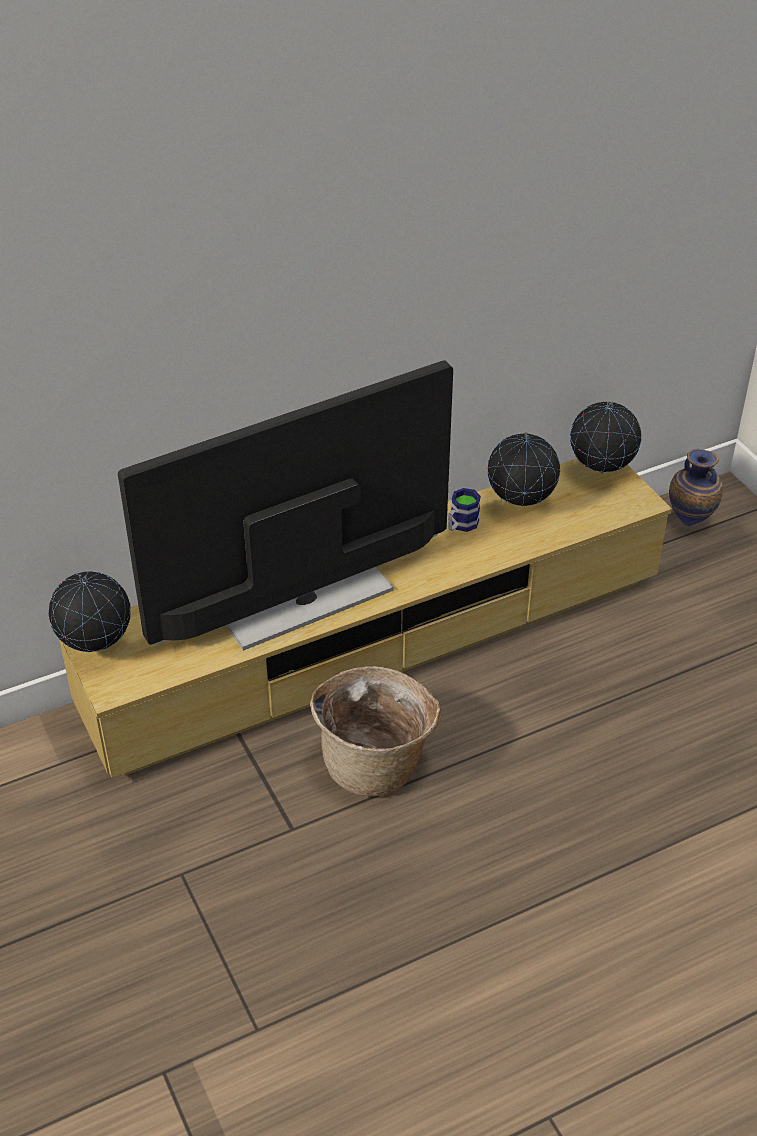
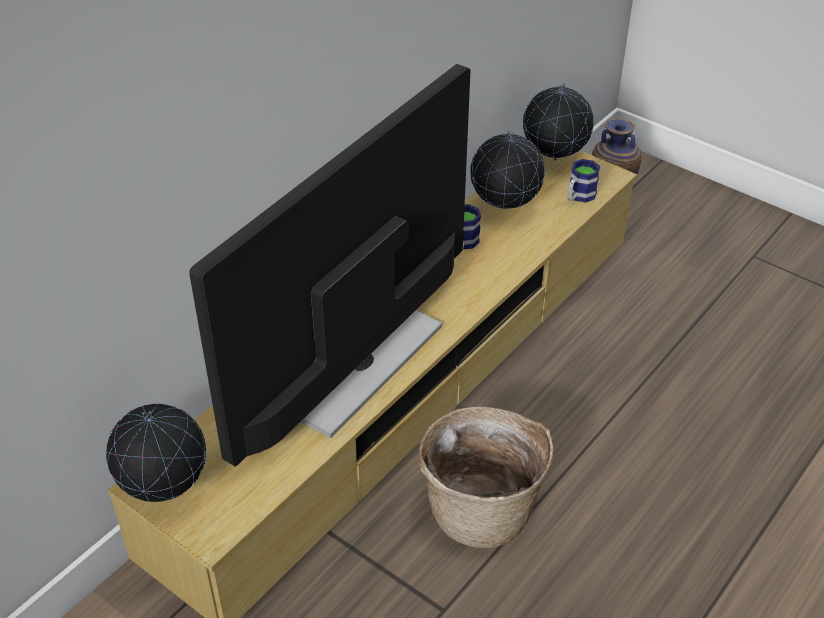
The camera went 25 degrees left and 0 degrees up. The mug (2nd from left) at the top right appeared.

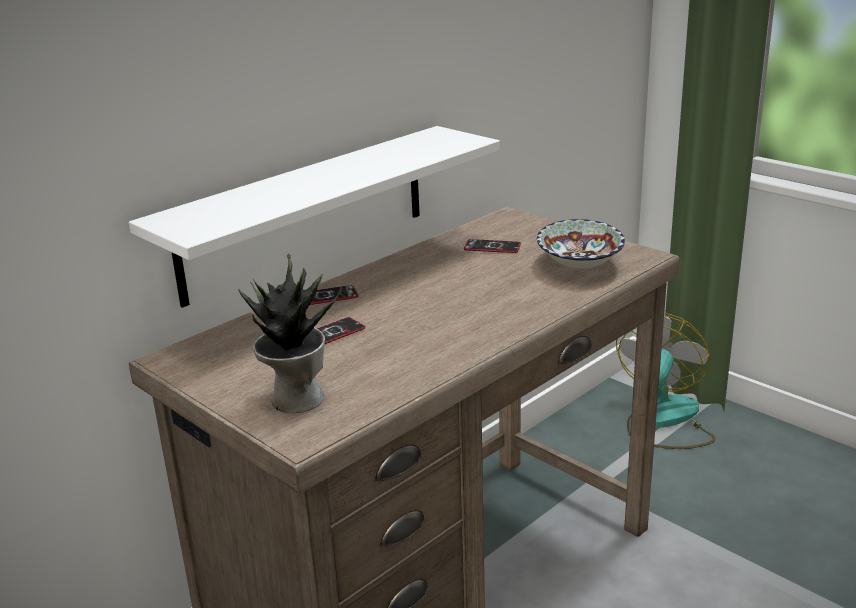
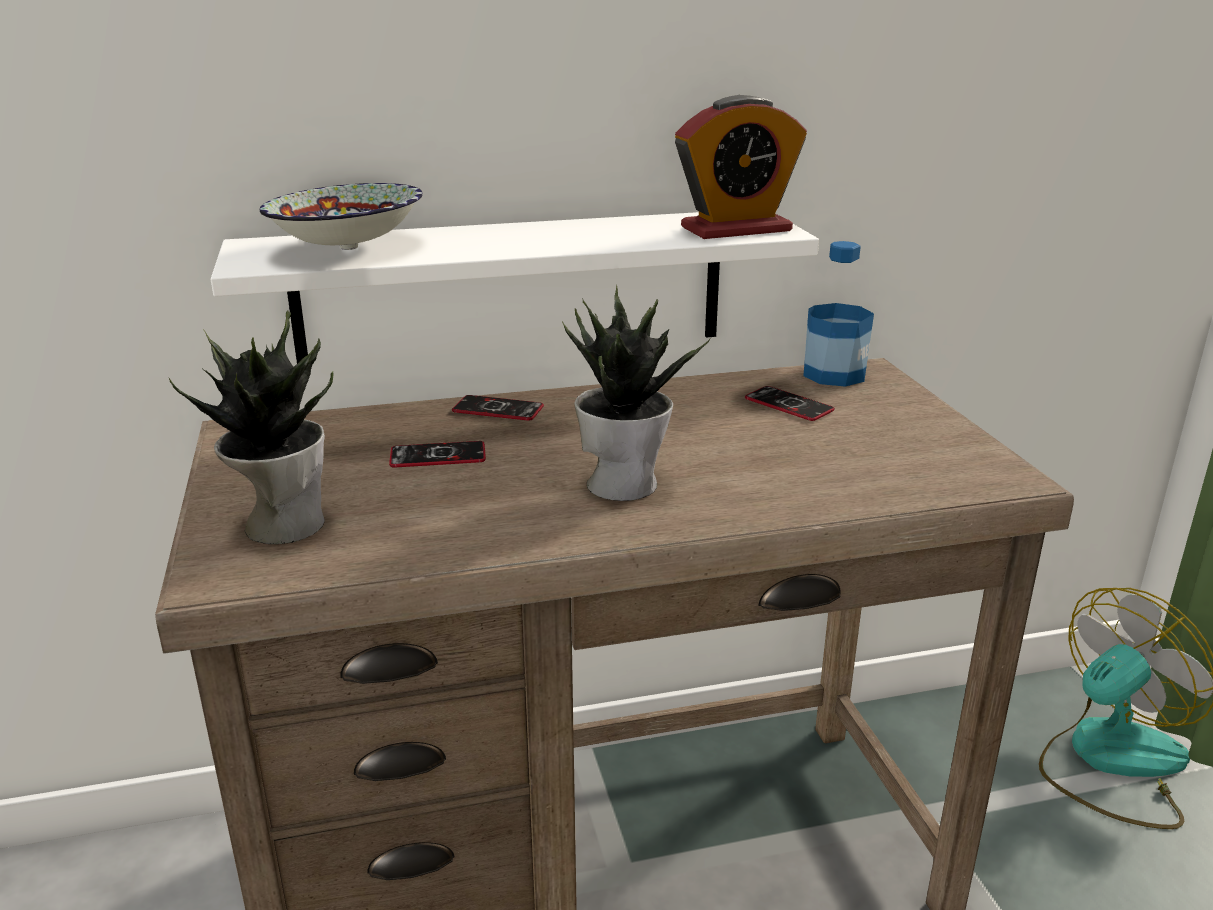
The camera went 30 degrees right and 0 degrees up. The serving bowl moved from the middle right to the top left. The potted plant (2nd from left) at the centre appeared. The table clock at the top centre appeared. The beverage bottle at the middle right appeared.

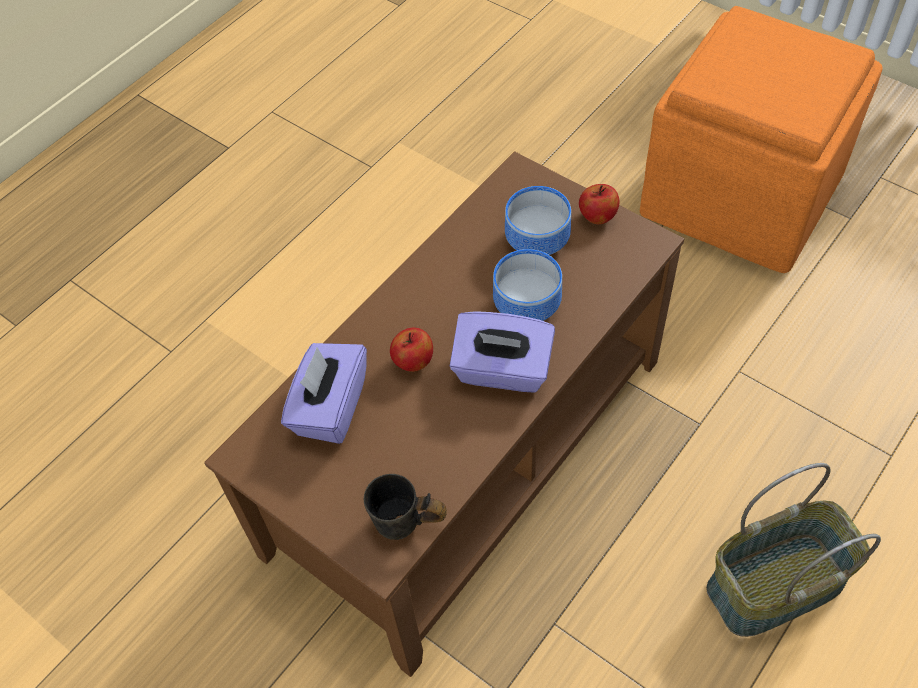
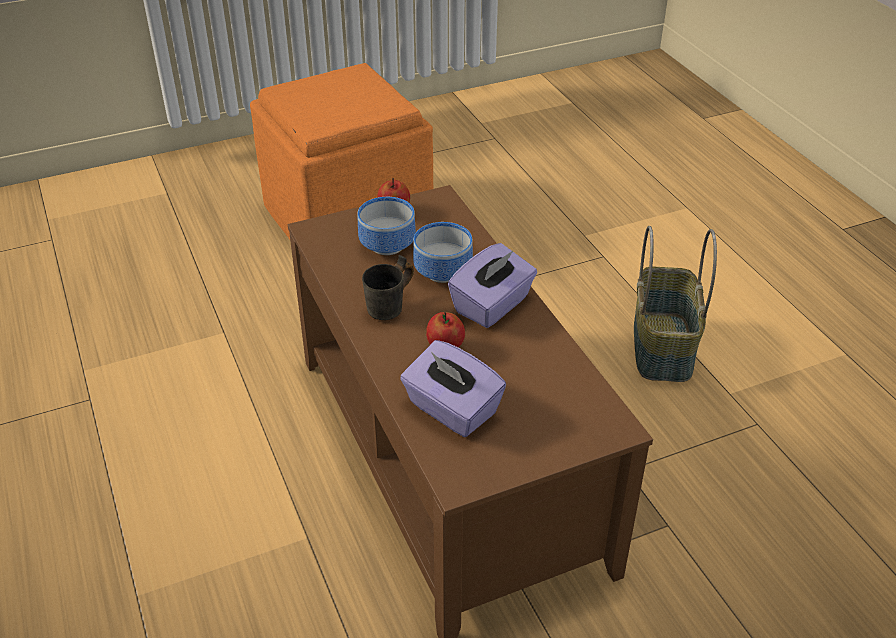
The camera went 65 degrees left and 15 degrees down. The greyish mug moved from the bottom centre to the centre.

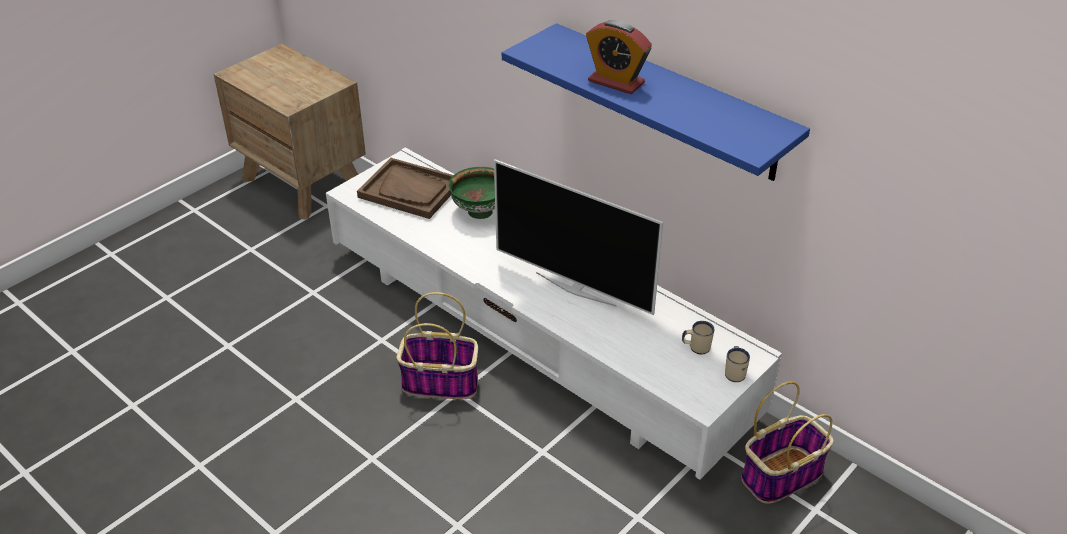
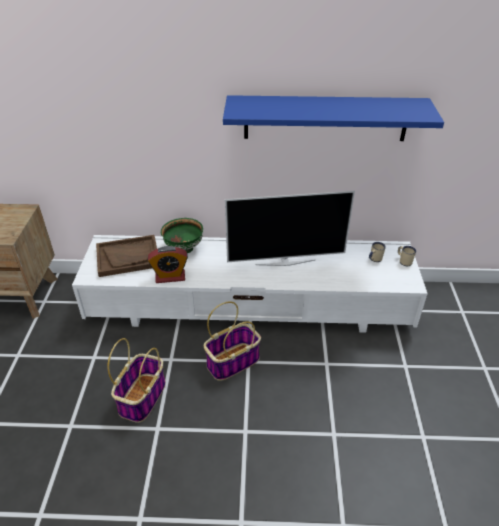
The camera went 40 degrees left and 0 degrees up. The basket (2nd from left in the first image) moved from the bottom right to the bottom left. The table clock moved from the top centre to the centre.

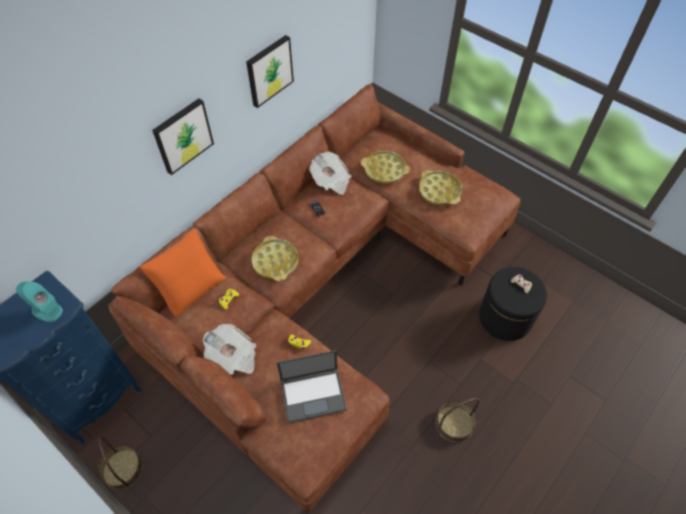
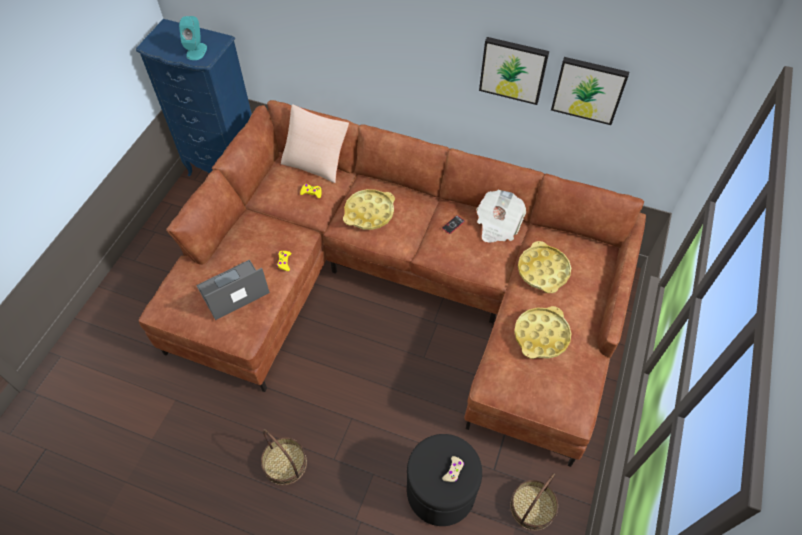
The camera went 70 degrees right and 0 degrees up. The notebook computer at the bottom centre turned 90 degrees clockwise. The orangey pillow at the middle left became the beige pillow at the top centre. The basket (1st from left in the first image) moved from the bottom left to the bottom centre. The wall picture (1st from left in the first image) moved from the top left to the top right. The newspaper (1st from left) at the bottom centre disappeared.

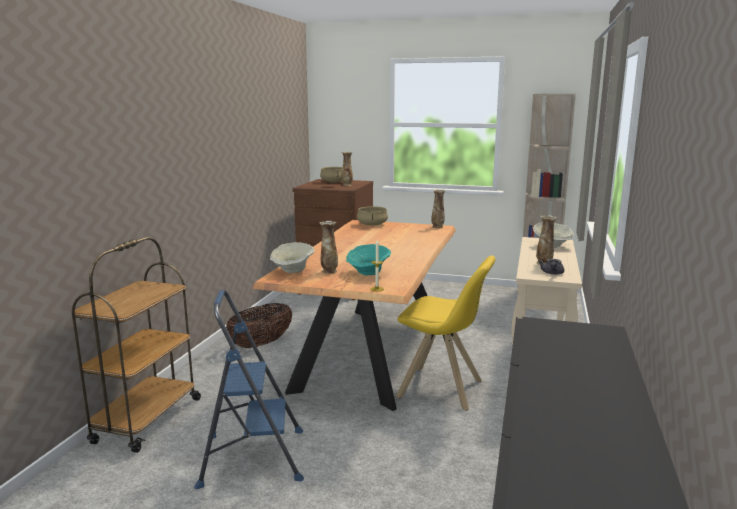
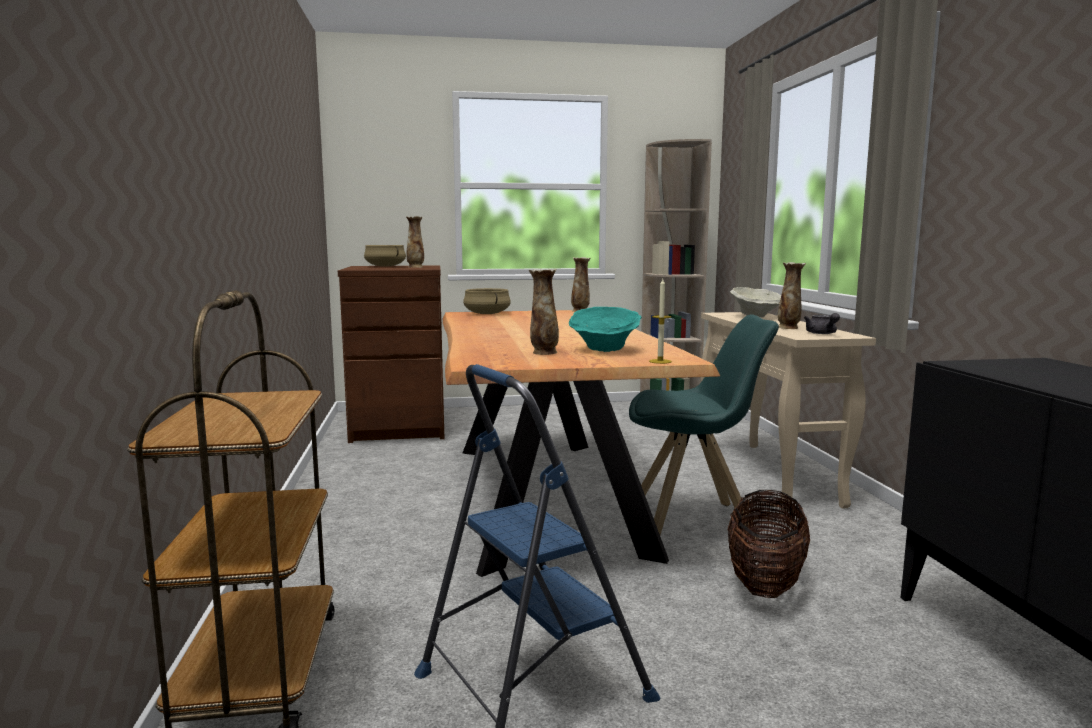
The camera went 25 degrees left and 5 degrees down. The yellow upright chair at the centre became the turquoise-coloured upright chair at the centre. The basket moved from the centre to the bottom right. The beige serving bowl (1st from left) at the centre disappeared.

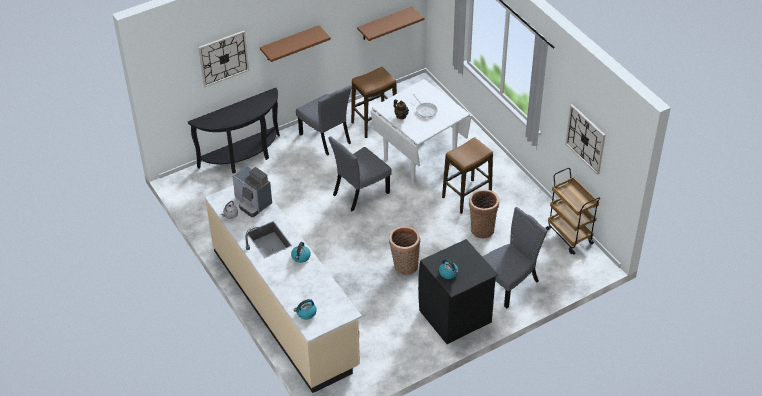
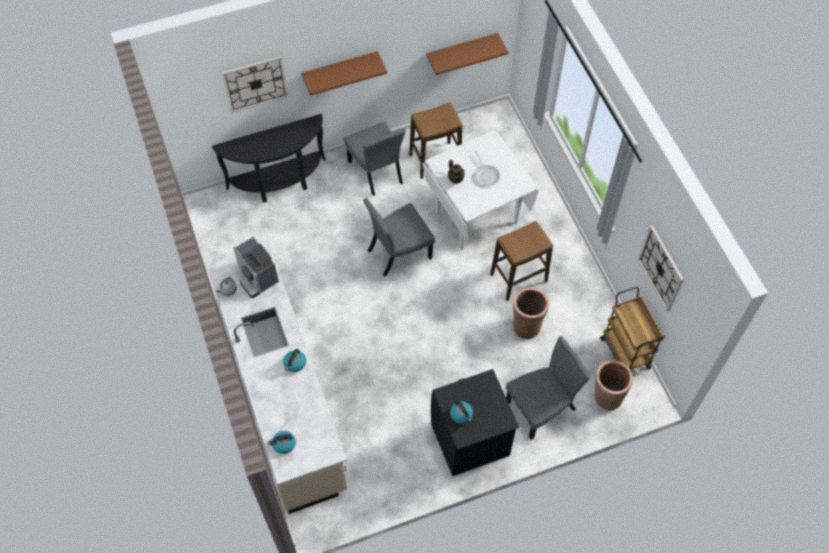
The camera went 10 degrees right and 15 degrees up. The basket (1st from left in the first image) moved from the centre to the bottom right.

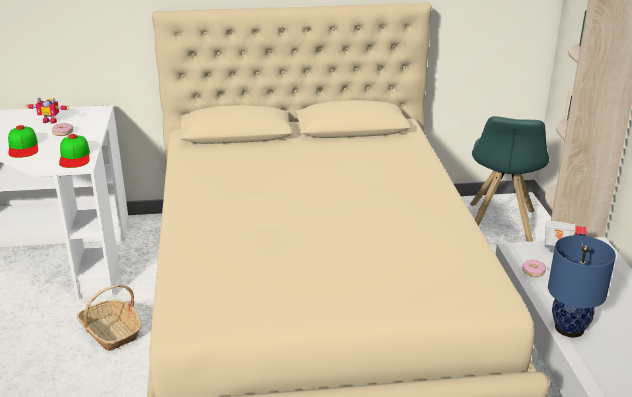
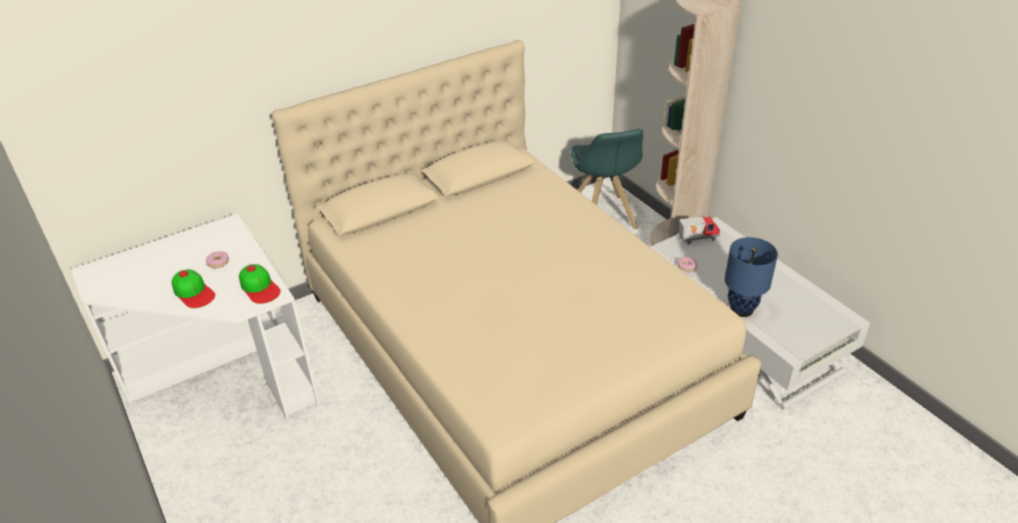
The camera went 25 degrees left and 10 degrees up. The robot figure at the top left disappeared. The basket at the bottom left disappeared.

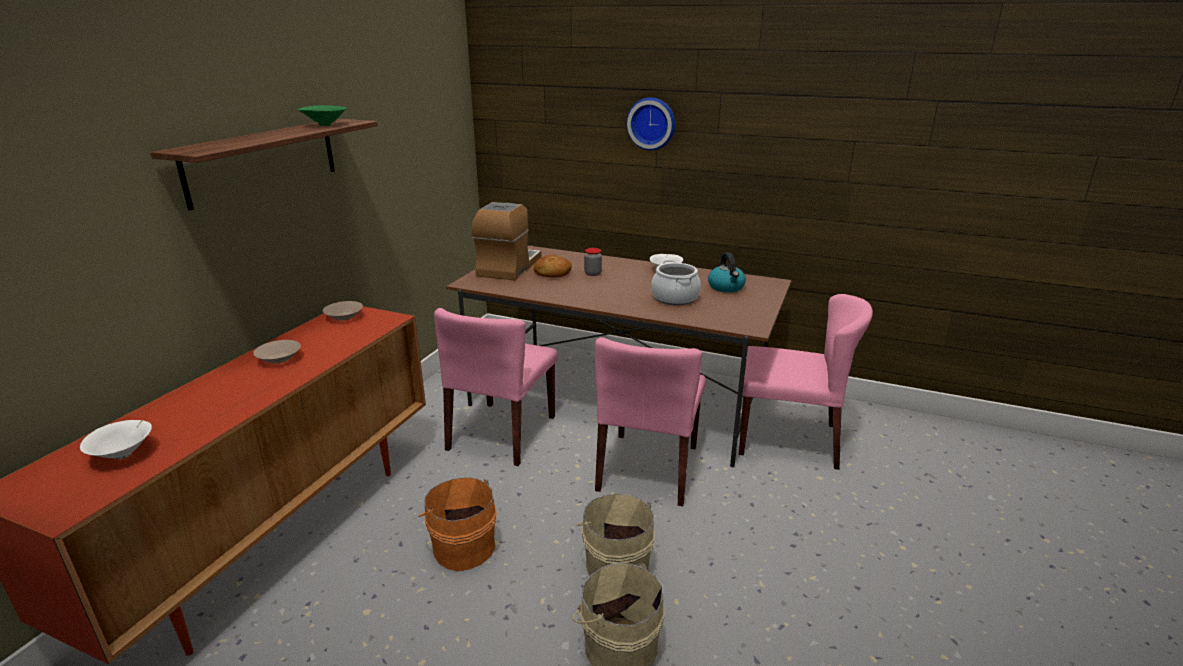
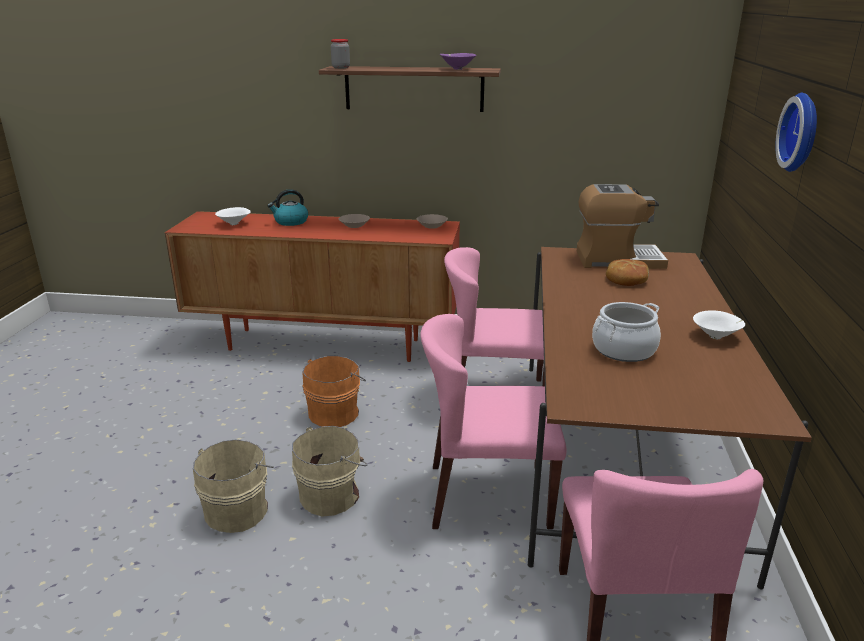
The camera went 75 degrees right and 0 degrees up. The water kettle moved from the centre to the top centre. The jar moved from the centre to the top centre. The greenish serving bowl at the top left became the purple-coloured serving bowl at the top centre.

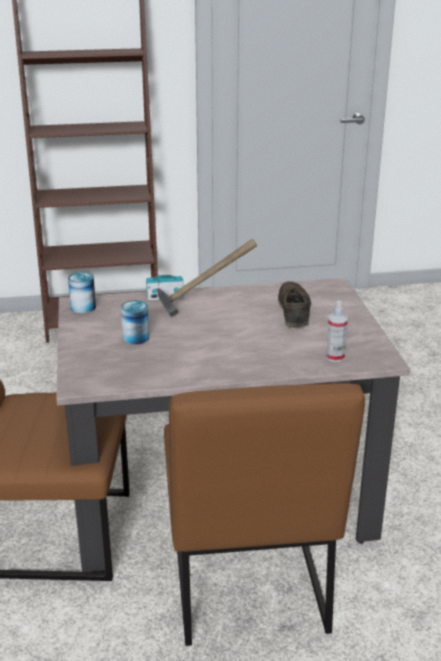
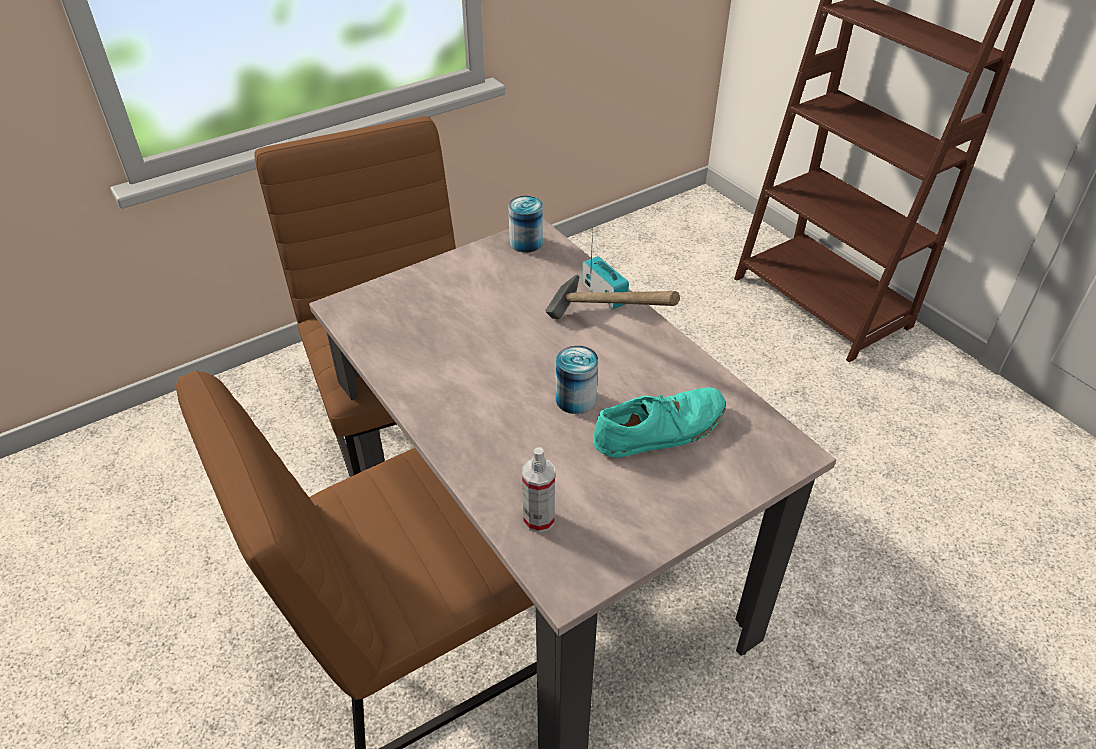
The camera went 65 degrees right and 15 degrees up. The can (2nd from left) moved from the middle left to the centre. The brownish low shoe at the middle right became the turquoise-coloured low shoe at the centre.

